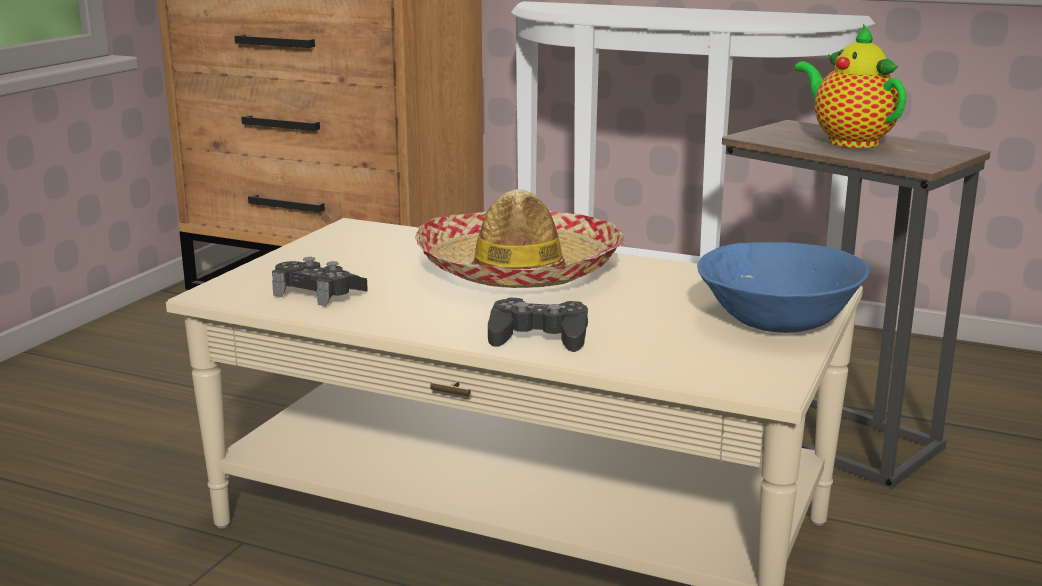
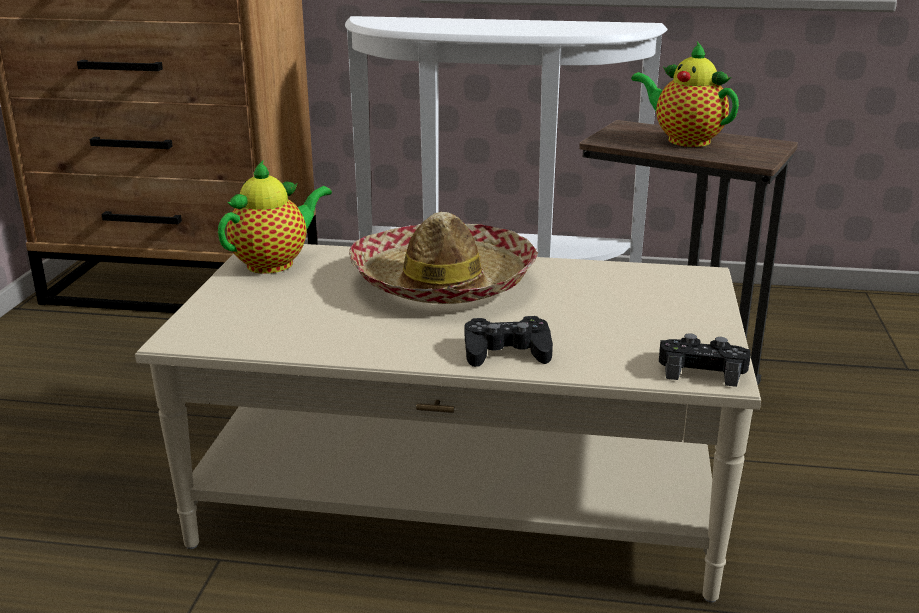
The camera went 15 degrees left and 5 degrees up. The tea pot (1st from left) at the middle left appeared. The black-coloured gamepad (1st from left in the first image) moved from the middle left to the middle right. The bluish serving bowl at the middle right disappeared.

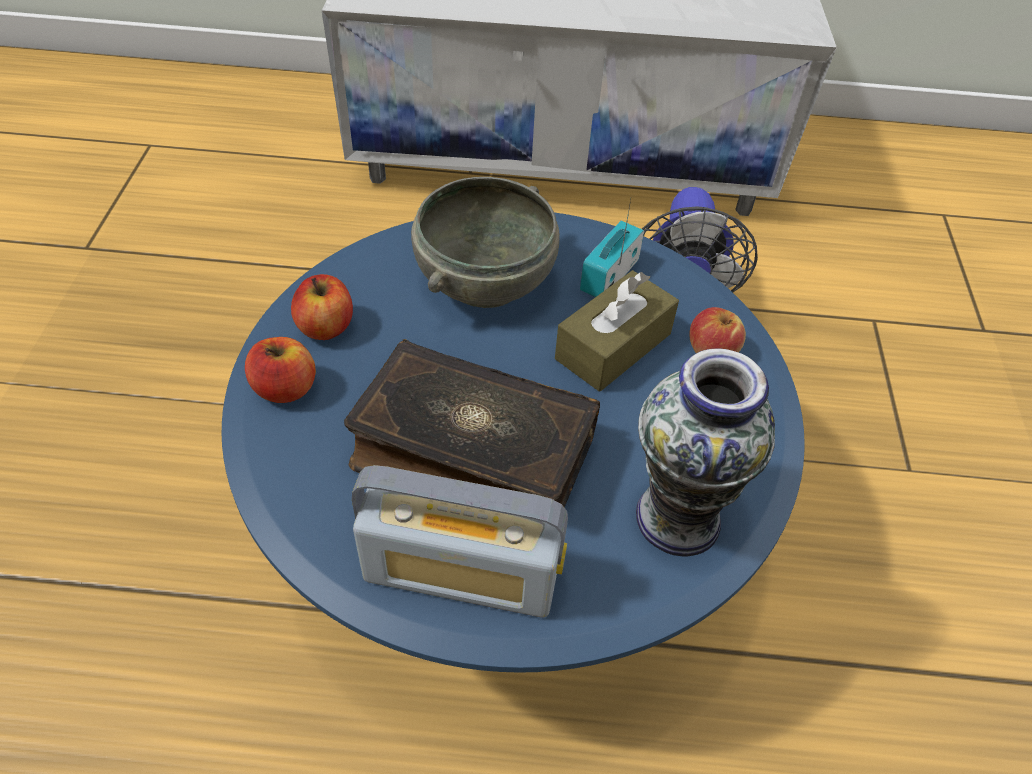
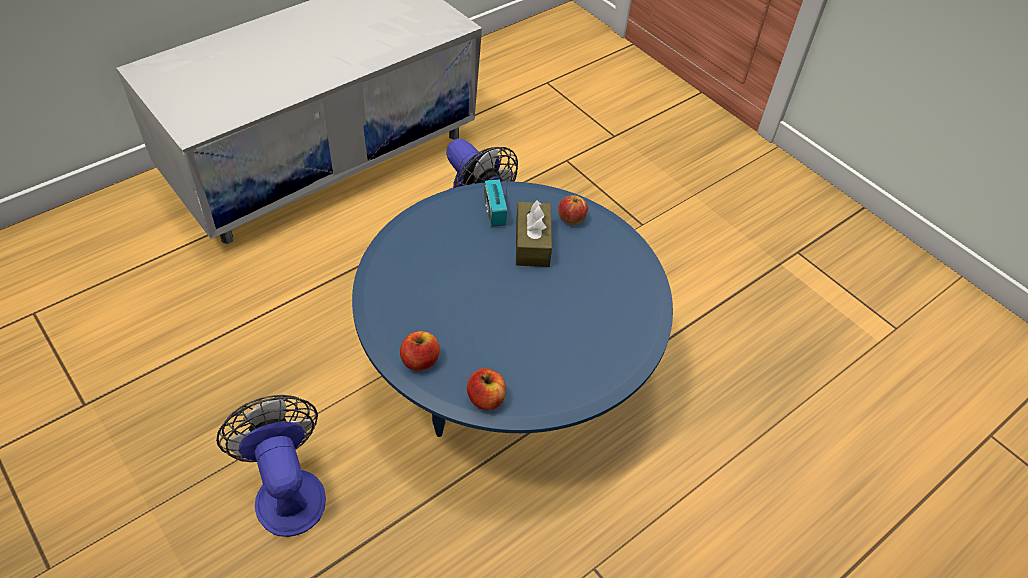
The camera went 45 degrees left and 0 degrees up. The electric fan (1st from left) at the bottom left appeared. The apple fruit (2nd from left) moved from the middle left to the bottom centre. The bound book at the centre disappeared. The radio receiver (1st from left) at the bottom centre disappeared. The greyish serving bowl at the top centre disappeared. The decorative vase at the middle right disappeared.

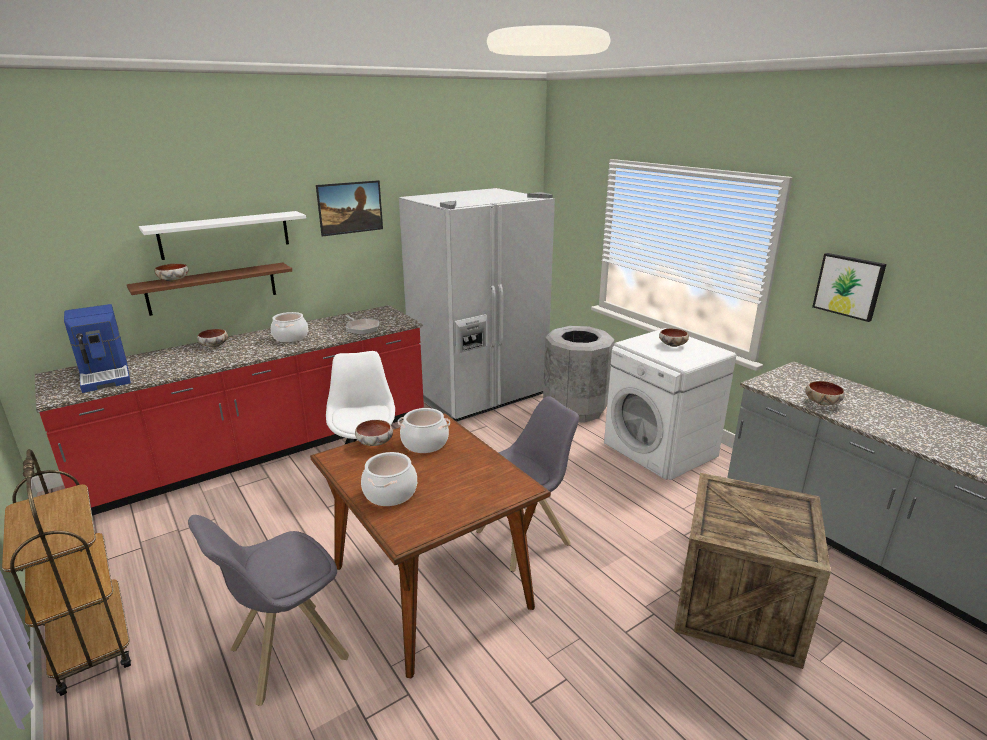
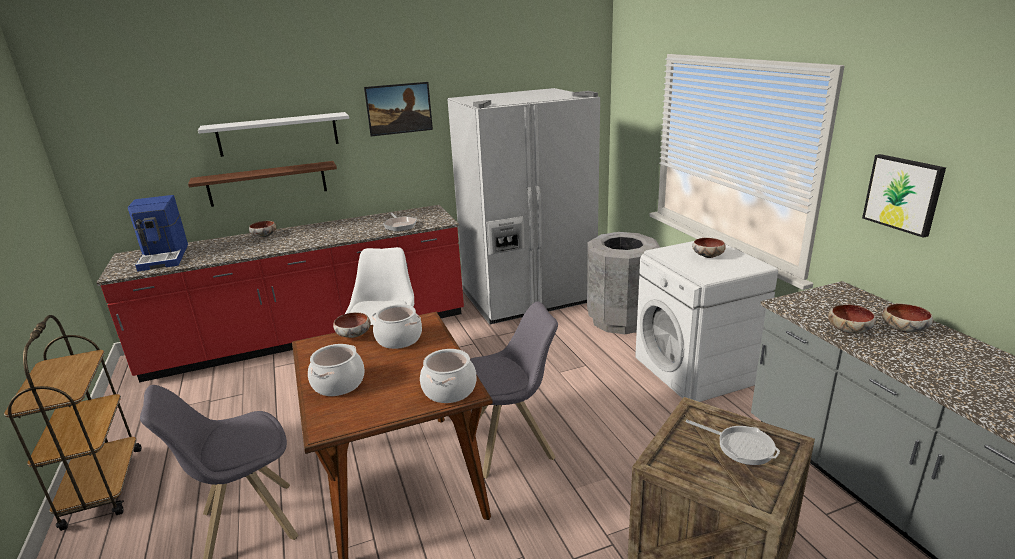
The camera went 15 degrees right and 0 degrees up. The saucepot (1st from left in the first image) moved from the middle left to the bottom centre. The frying pan (2nd from left) at the bottom right appeared. The serving bowl (1st from left in the first image) moved from the middle left to the middle right.

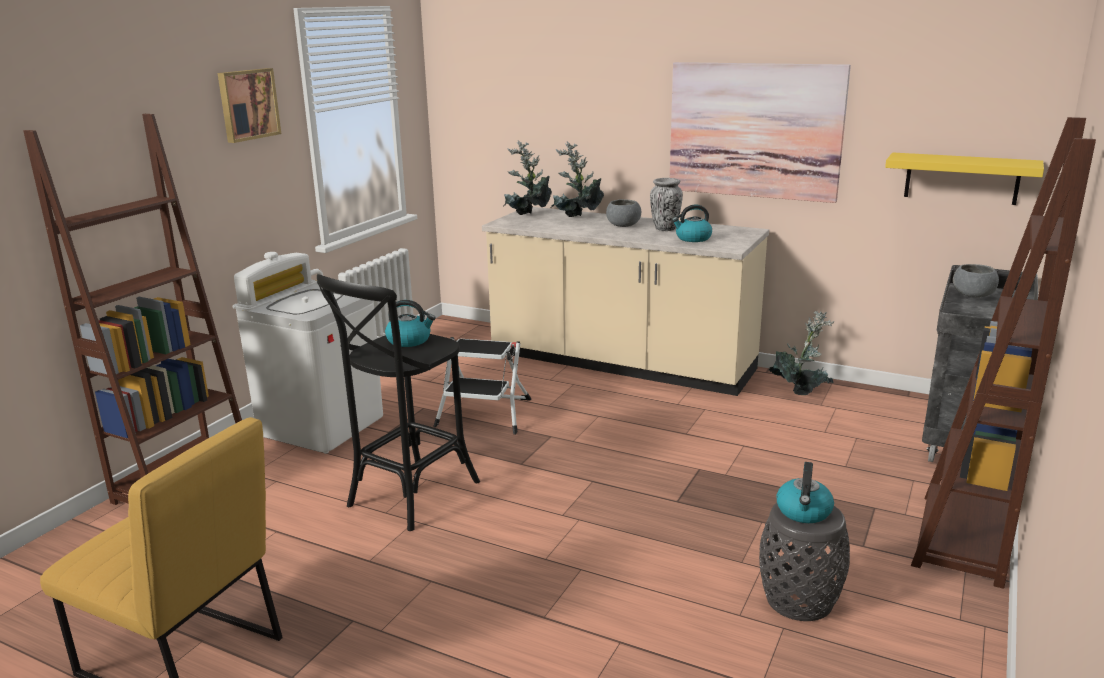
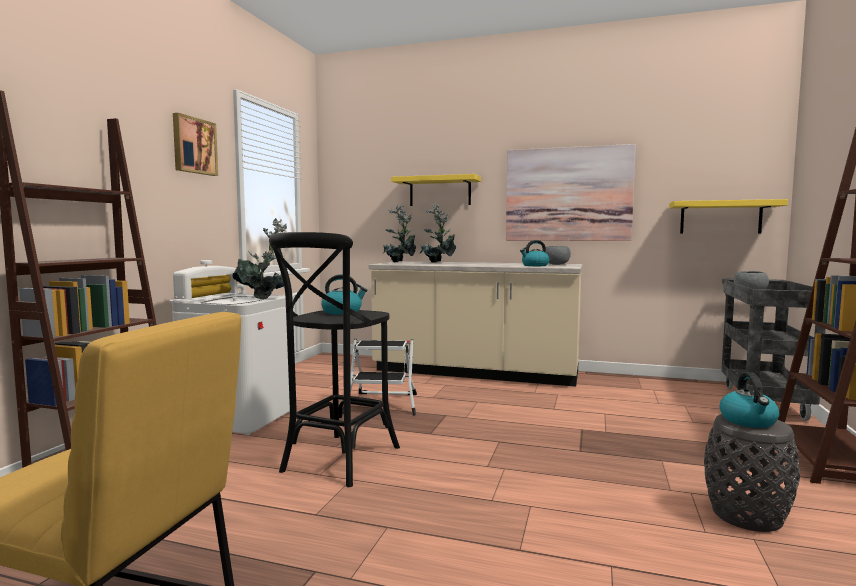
The camera went 10 degrees left and 15 degrees down. The potted plant (3rd from left in the first image) moved from the middle right to the middle left. The yellow wall shelf (1st from left) at the top centre appeared. The greyish serving bowl (1st from left) moved from the top centre to the centre. The decorative vase at the top centre disappeared.

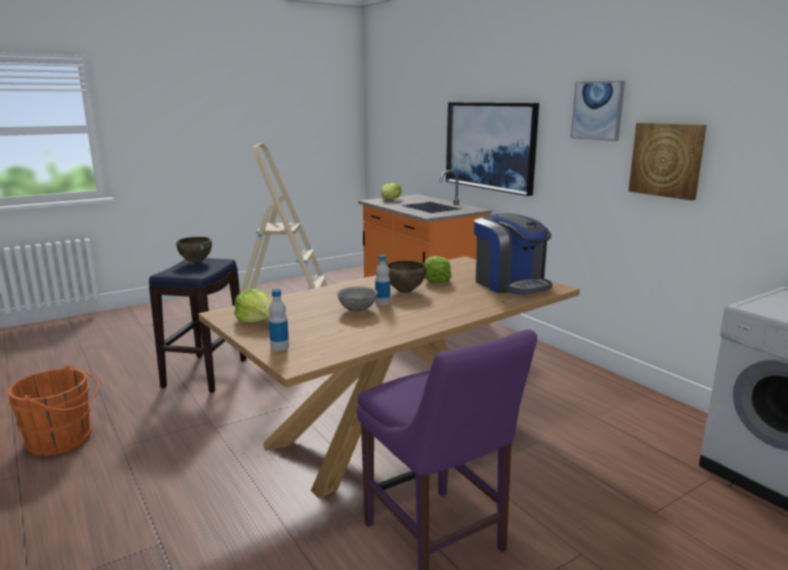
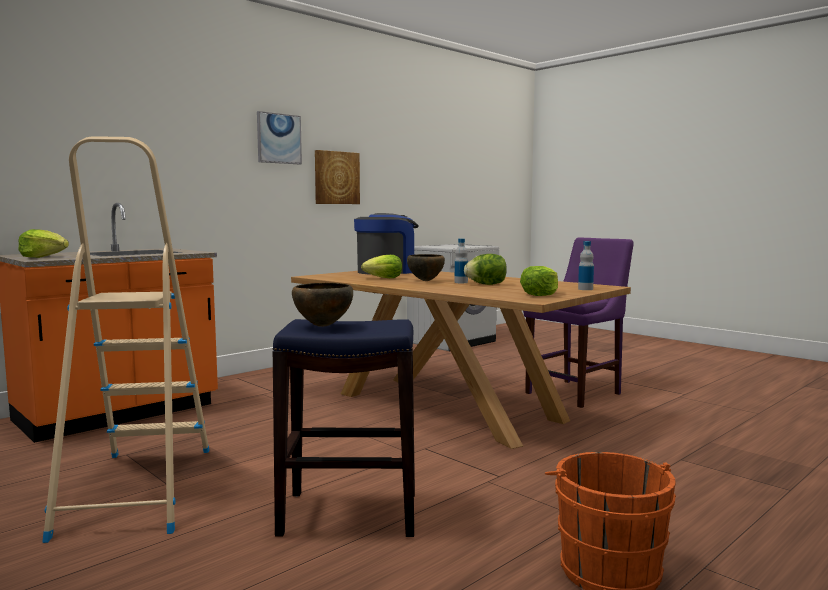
The camera went 100 degrees left and 10 degrees down. The greyish serving bowl at the centre was replaced by the lettuce (3rd from left) at the centre. The wall picture (1st from left) at the top centre disappeared.

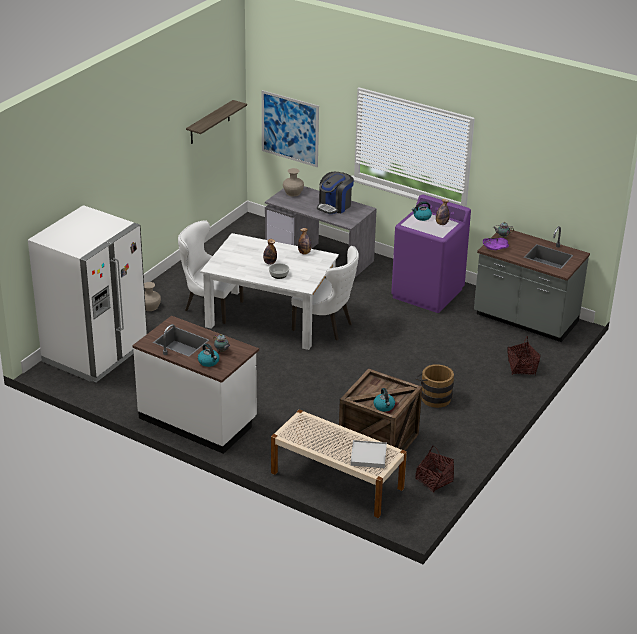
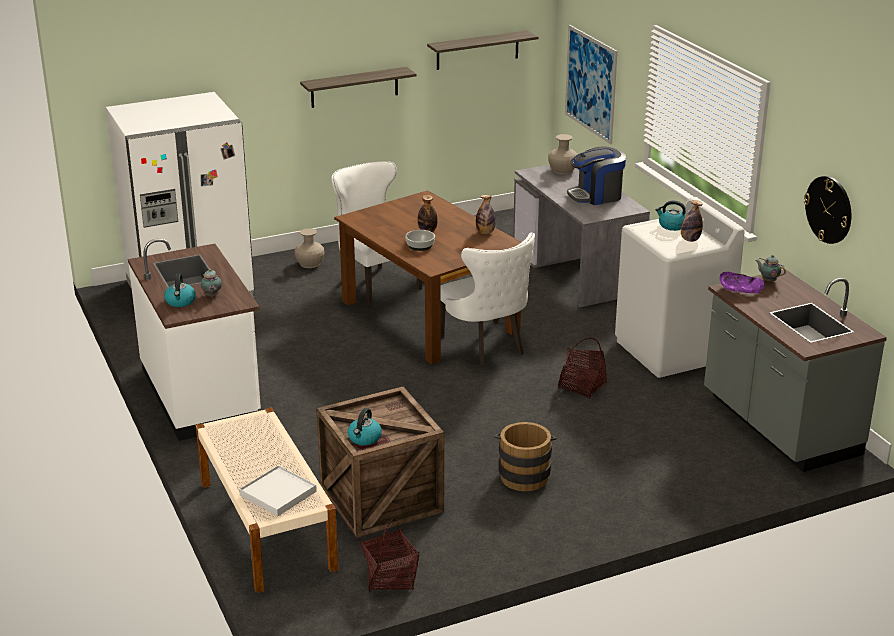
The camera went 35 degrees right and 5 degrees down. The wall shelf (1st from left) at the top centre appeared. The white-coloured dinner table at the centre became the brownish dinner table at the centre. The basket (2nd from left) moved from the middle right to the centre. The purple-coloured laundry machine at the middle right became the white-coloured laundry machine at the middle right. The clock on the wall at the top right appeared.

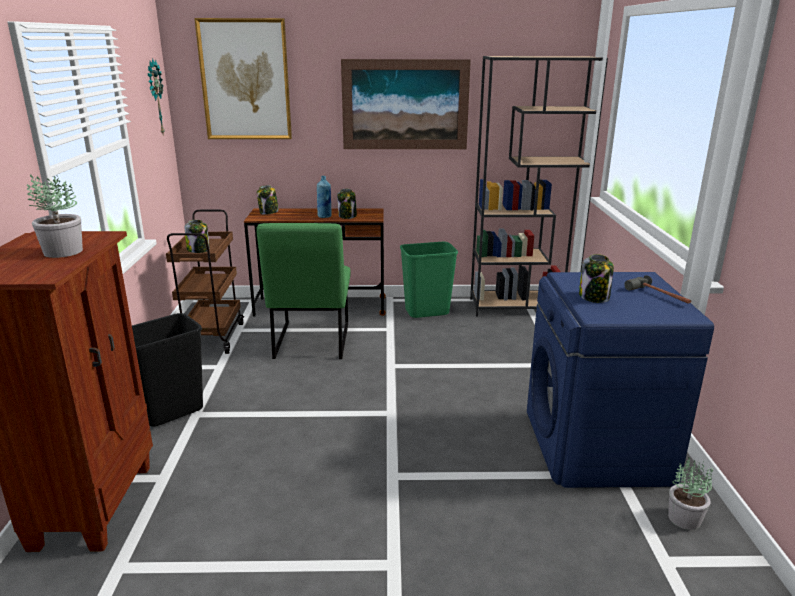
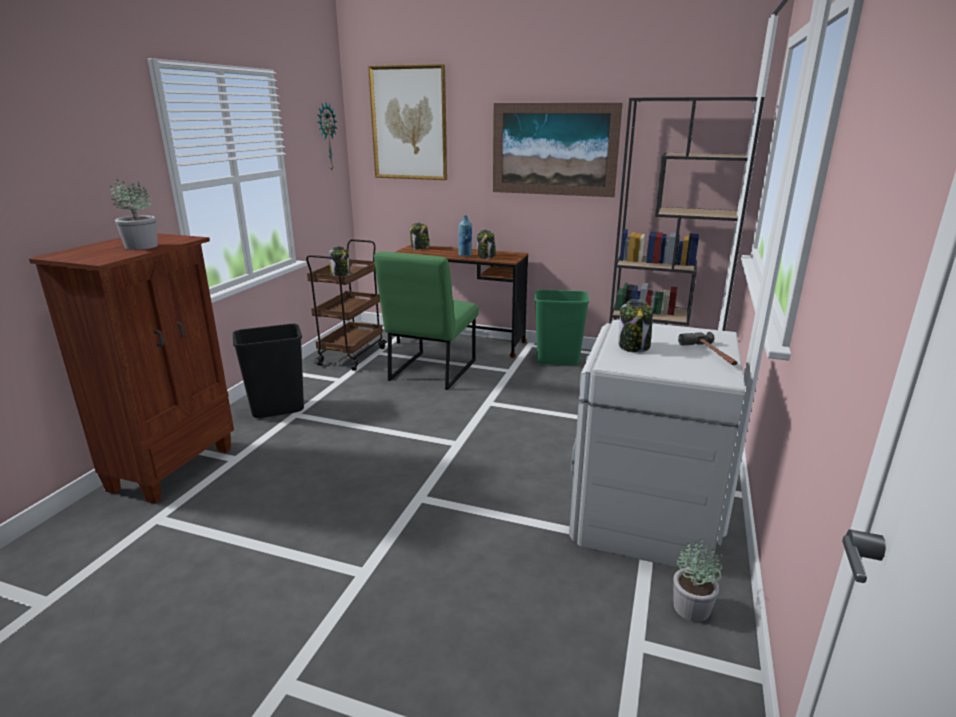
The camera went 20 degrees right and 0 degrees up. The bluish laundry machine at the middle right became the white-coloured laundry machine at the middle right.

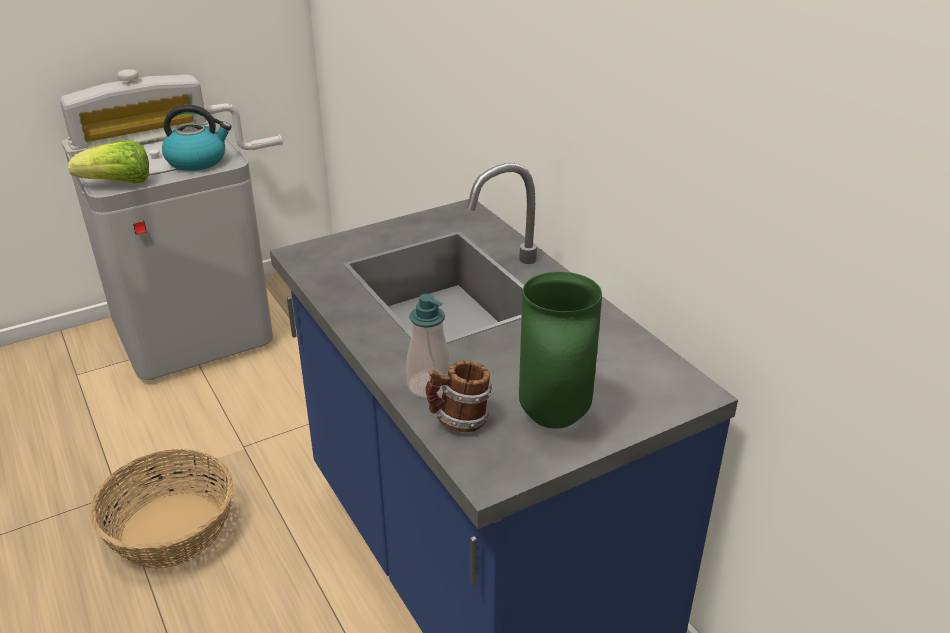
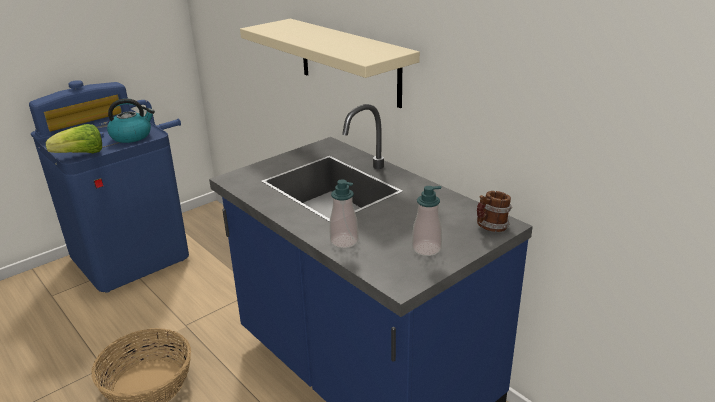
The camera went 10 degrees left and 5 degrees down. The greyish laundry machine at the middle left became the bluish laundry machine at the middle left. The beige wall shelf at the top centre appeared. The greenish decorative vase at the centre was replaced by the soap bottle (2nd from left) at the centre. The mug moved from the centre to the middle right.

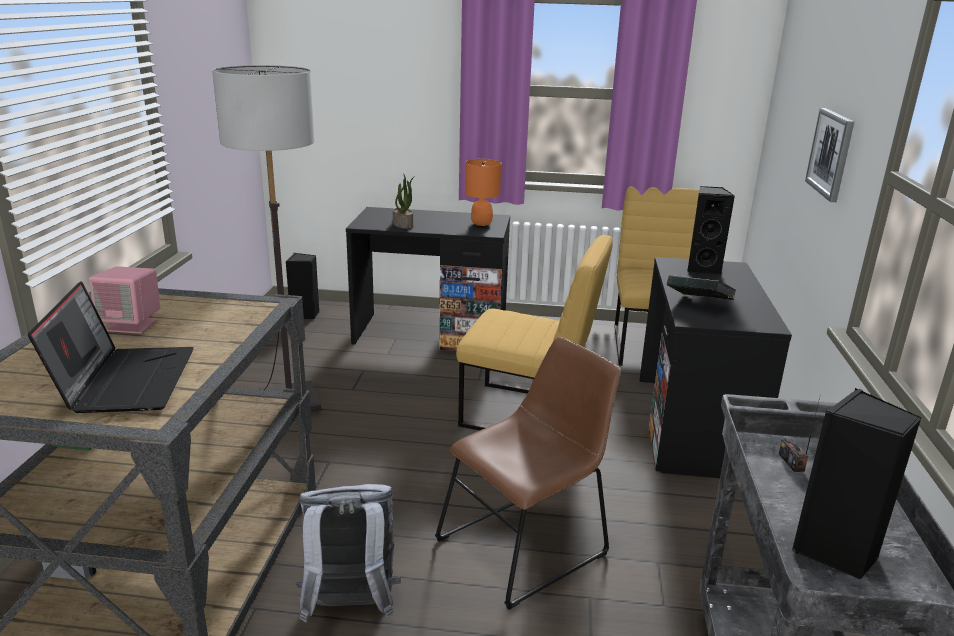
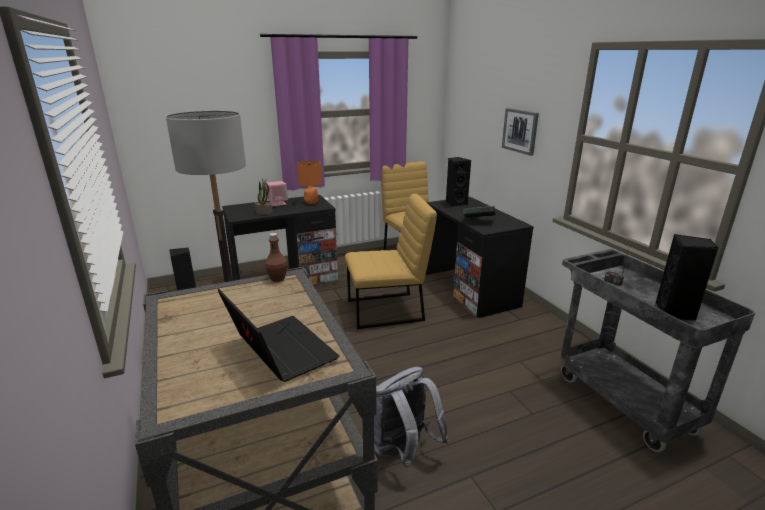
The camera went 30 degrees left and 0 degrees up. The brownish beverage bottle at the centre appeared. The pink loudspeaker moved from the middle left to the centre. The brownish upright chair at the bottom centre disappeared.

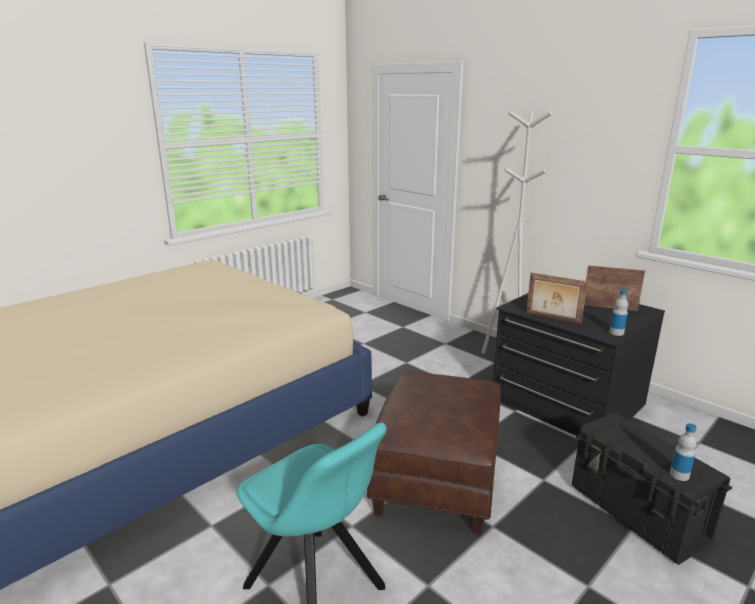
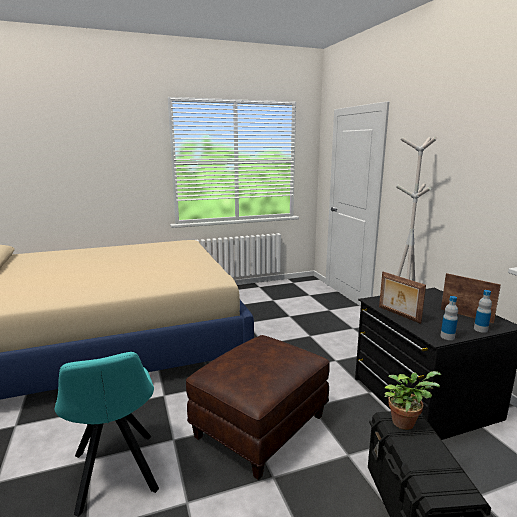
The camera went 25 degrees right and 5 degrees down. The potted plant at the bottom right appeared. The beverage bottle (2nd from left) moved from the bottom right to the middle right.

